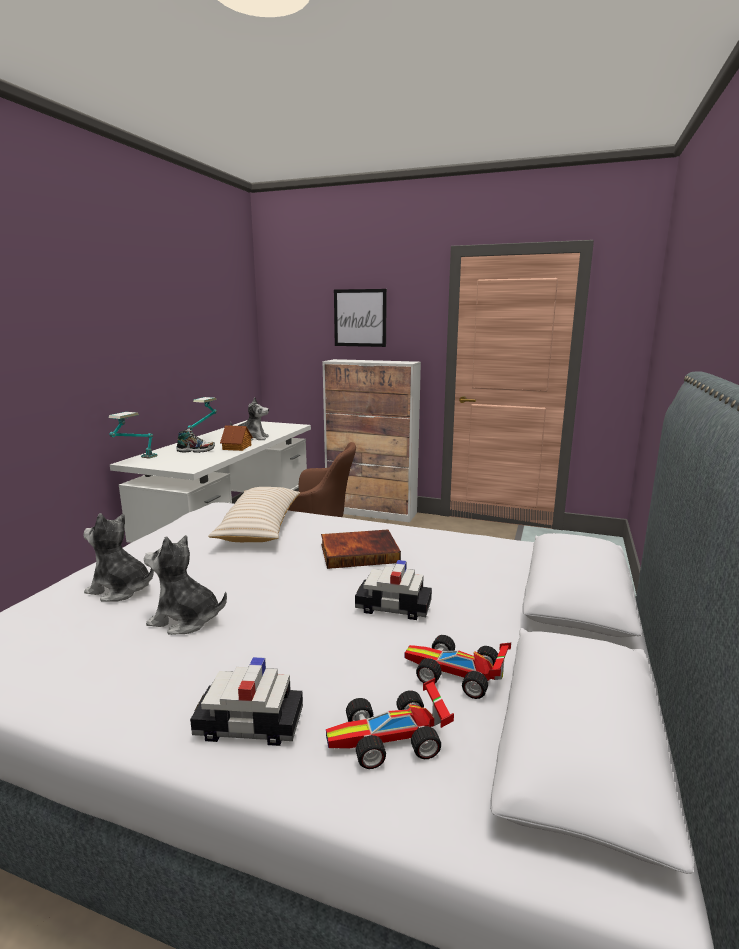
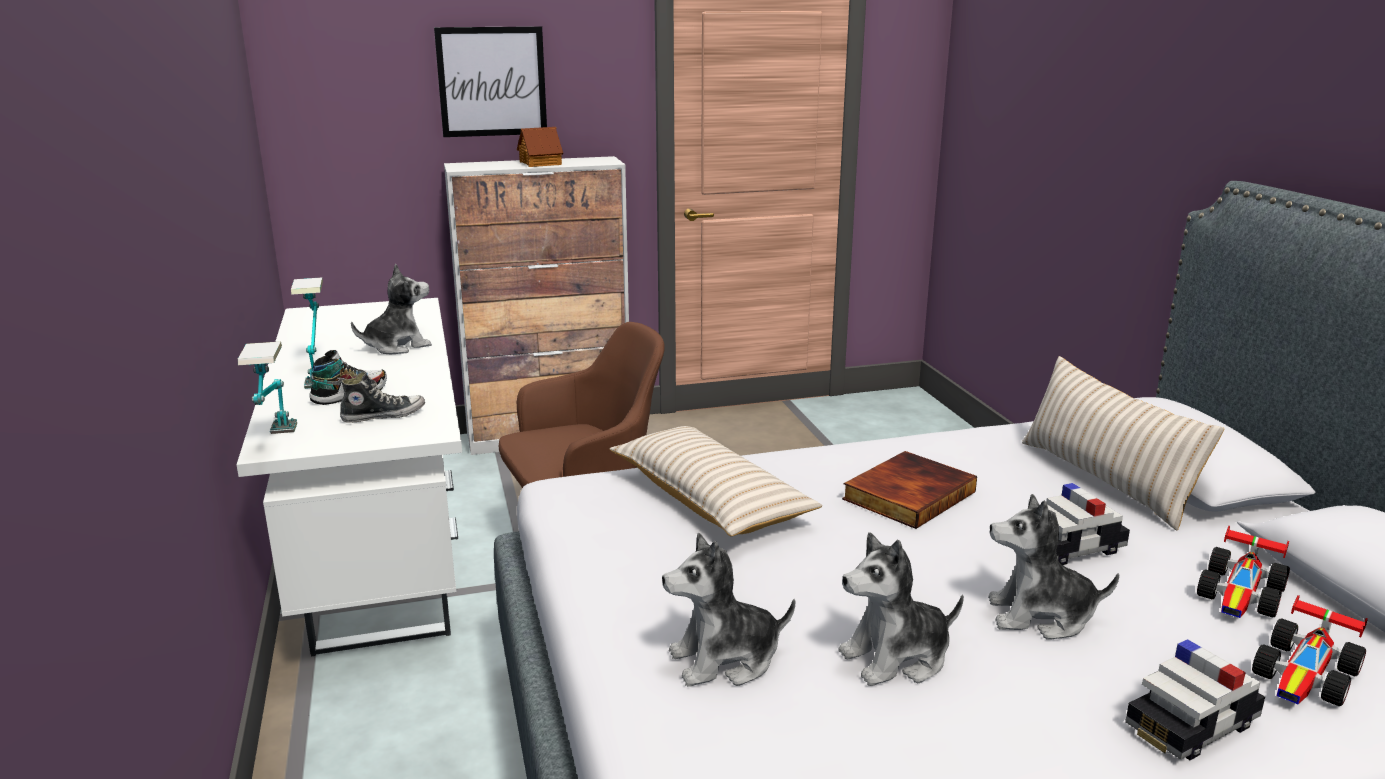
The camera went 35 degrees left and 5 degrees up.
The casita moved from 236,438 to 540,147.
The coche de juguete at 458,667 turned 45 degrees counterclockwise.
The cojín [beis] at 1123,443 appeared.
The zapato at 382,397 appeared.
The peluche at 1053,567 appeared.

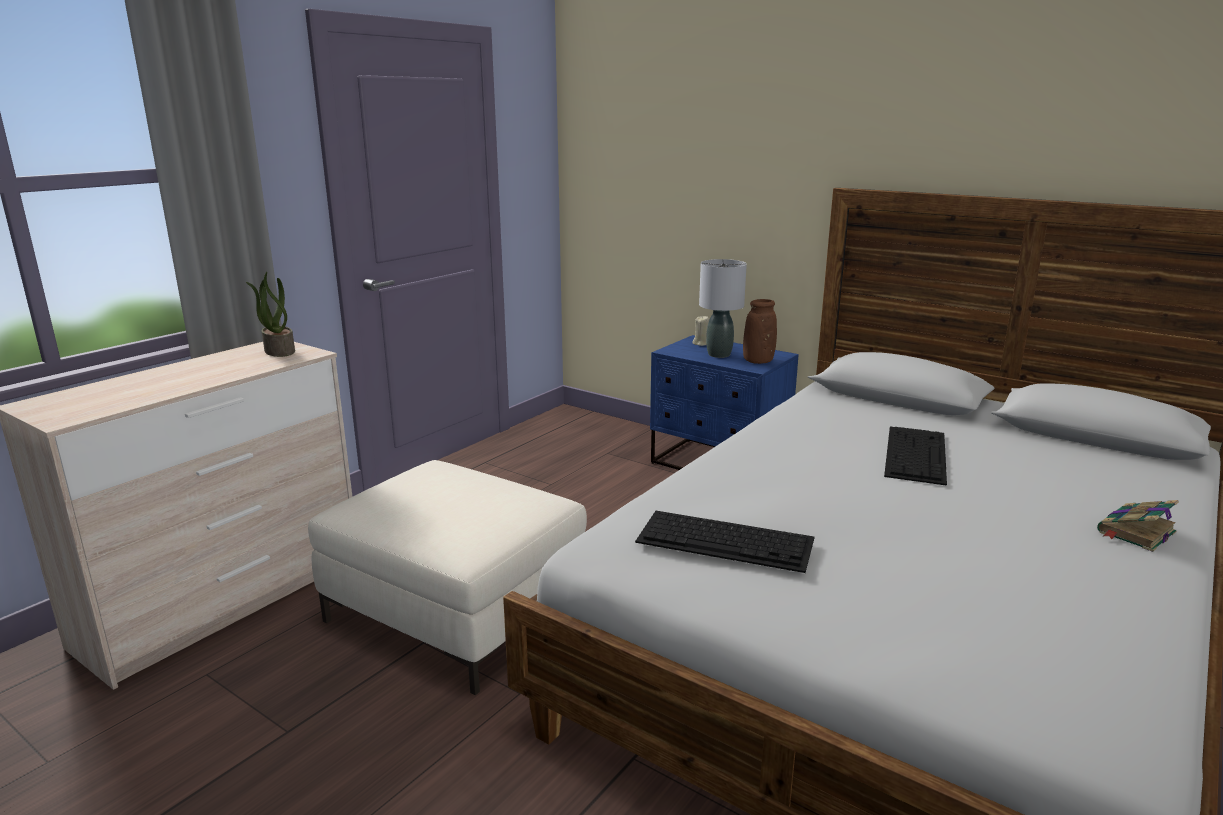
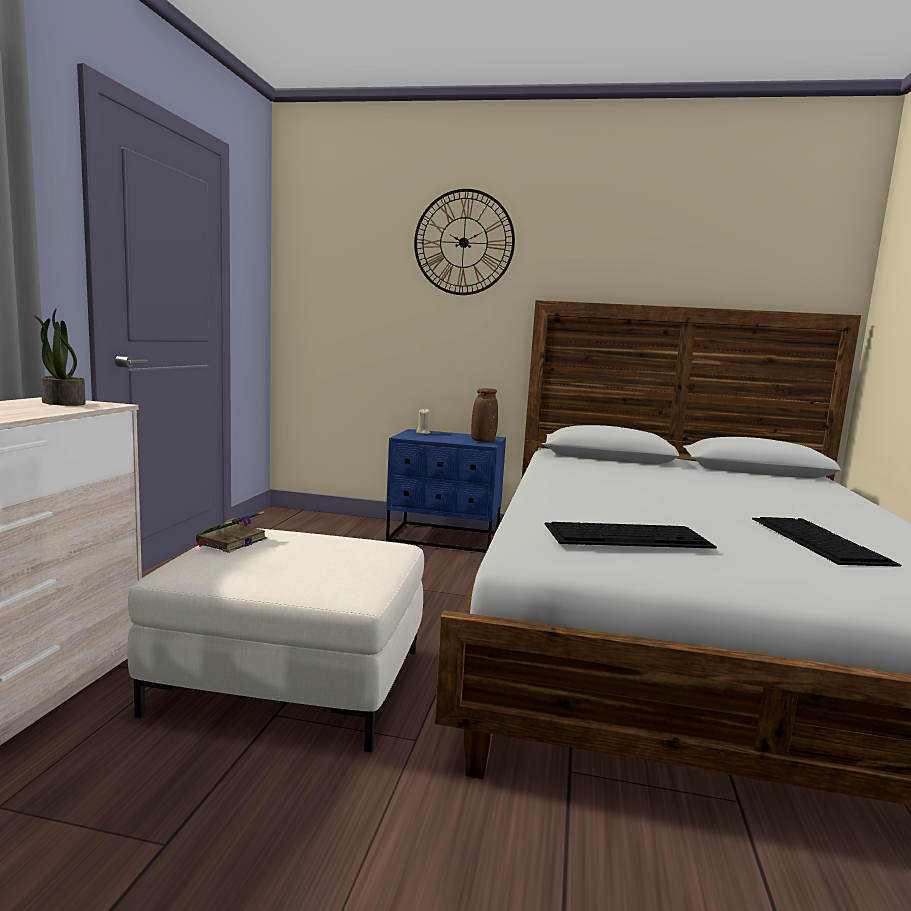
The camera went 25 degrees left and 10 degrees down.
The lámpara de mesa [gris] at 723,308 disappeared.
The teclado moved from 915,456 to 826,542.
The libro moved from 1138,526 to 230,532.
The reloj de pared at 464,242 appeared.

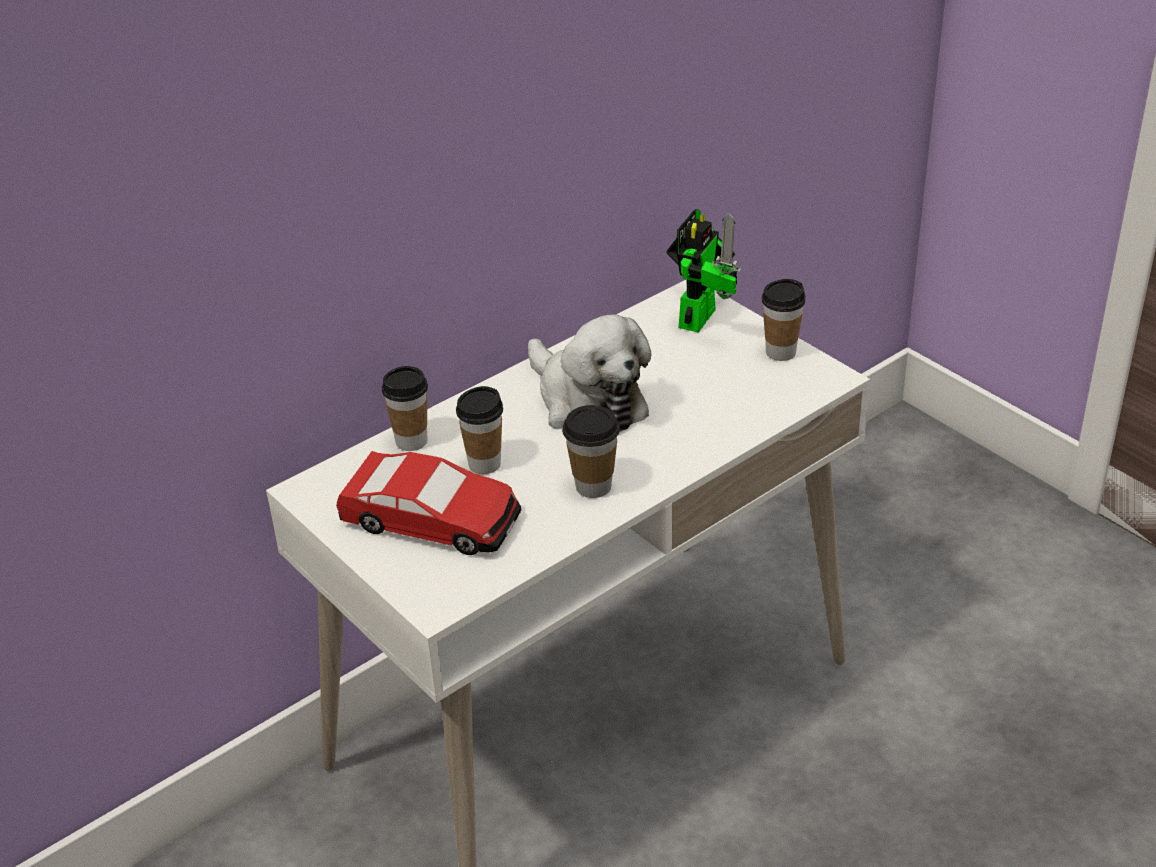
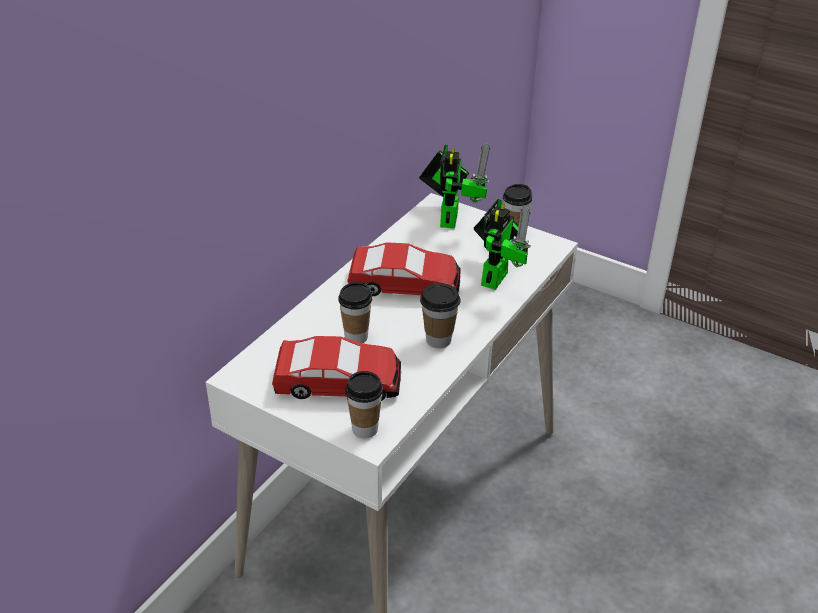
The camera went 20 degrees left and 0 degrees up.
The peluche at 589,373 was replaced by the coche de juguete at 404,269.
The taza moved from 405,408 to 364,404.
The robot de juguete at 502,244 appeared.

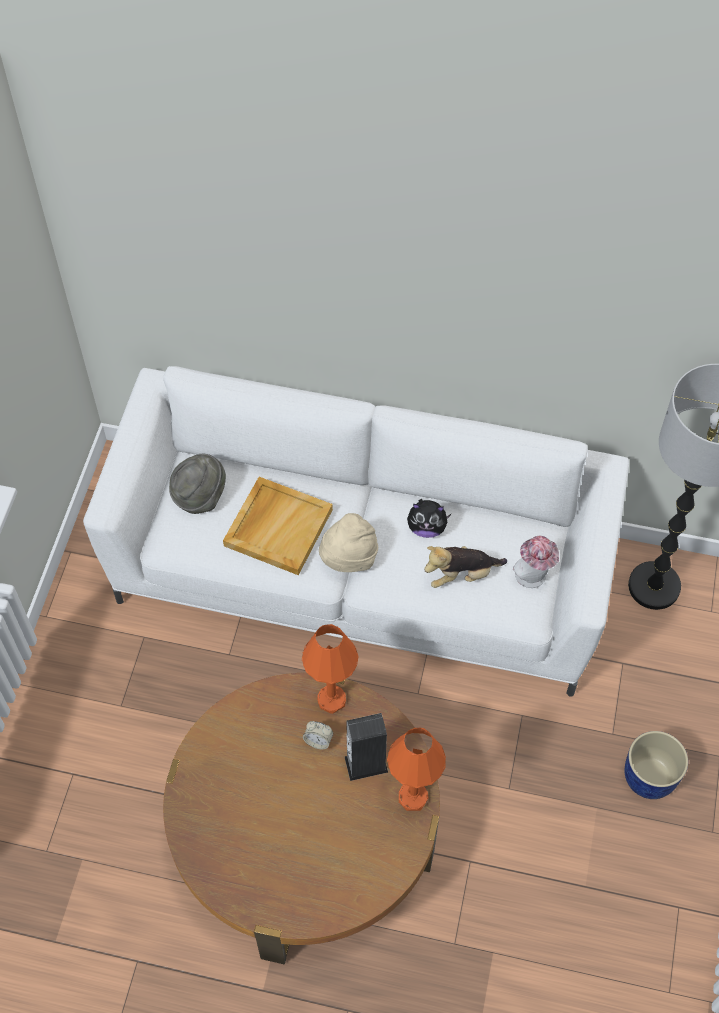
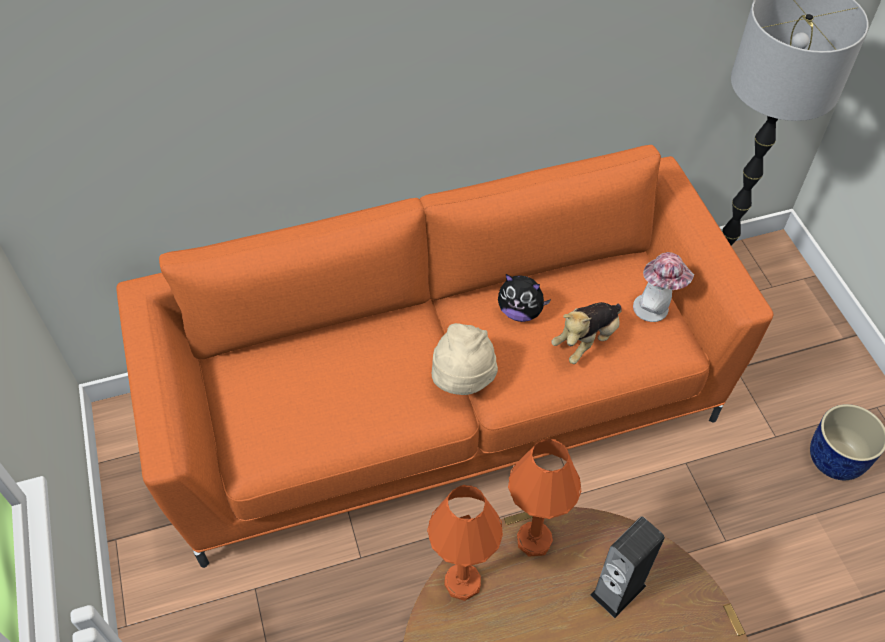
The camera went 30 degrees left and 5 degrees down.
The sofá [blanco] at 356,531 became the sofá [naranja] at 445,356.
The sombrero [gris] at 197,484 disappeared.
The bandeja [beis] at 278,526 disappeared.
The peluche at 429,518 turned 45 degrees clockwise.
The despertador at 318,735 disappeared.
The lámpara de mesa [naranja] moved from 416,769 to 465,543.

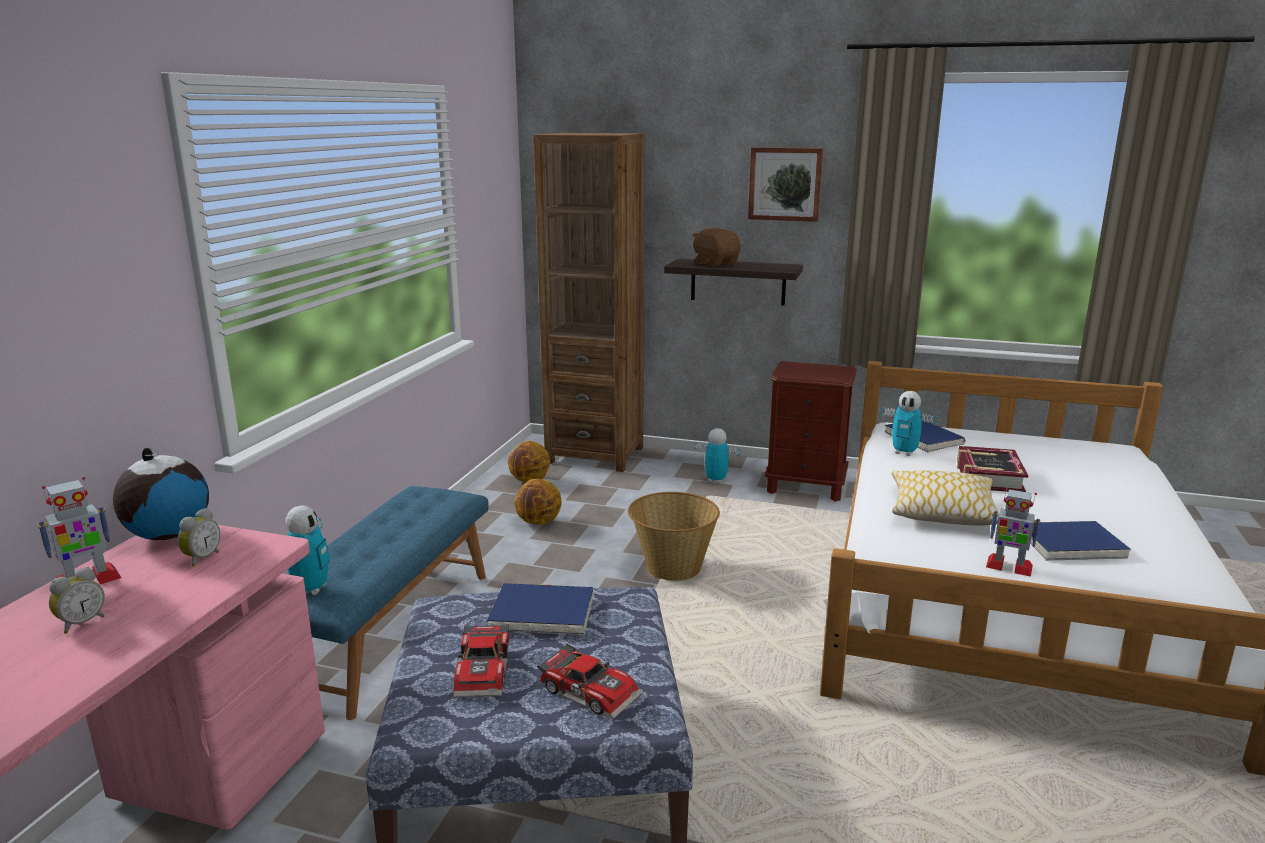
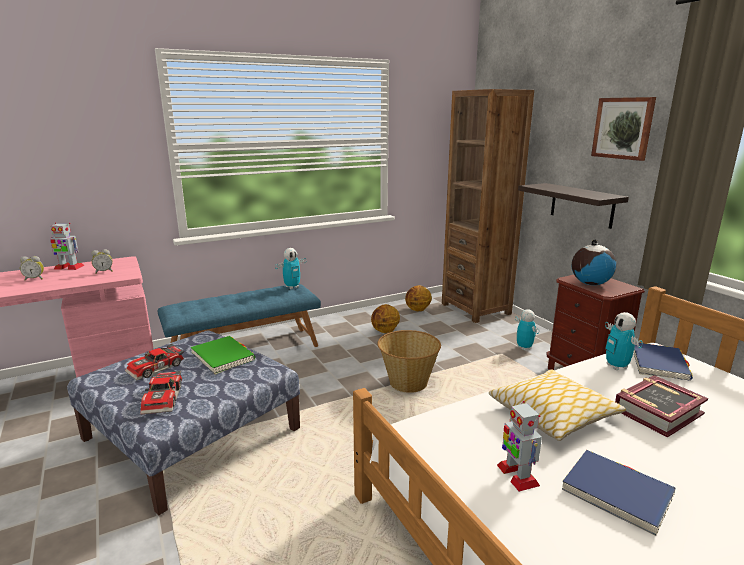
The camera went 45 degrees right and 0 degrees up.
The peluche [marrón] at 716,247 disappeared.
The globo terráqueo moved from 161,494 to 594,262.
The robot de juguete moved from 307,550 to 290,268.
The libro [azul] at 540,609 became the libro [verde] at 223,355.

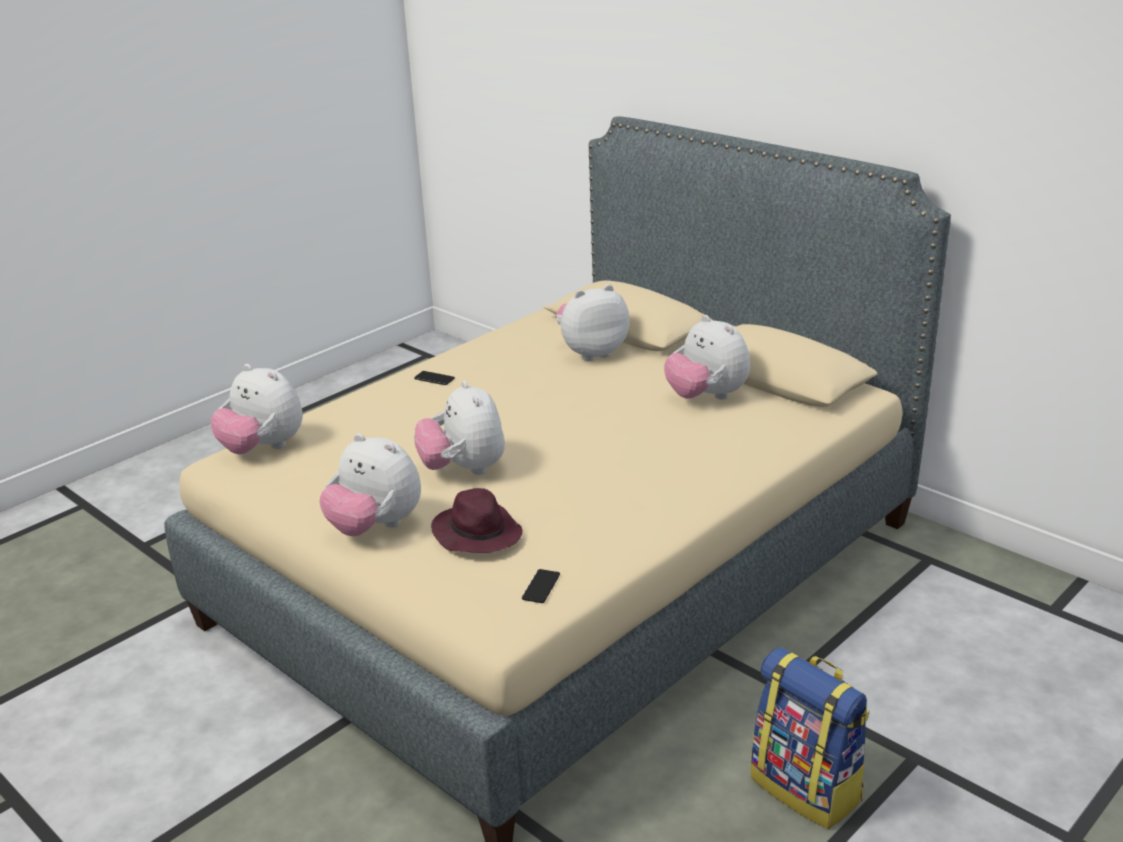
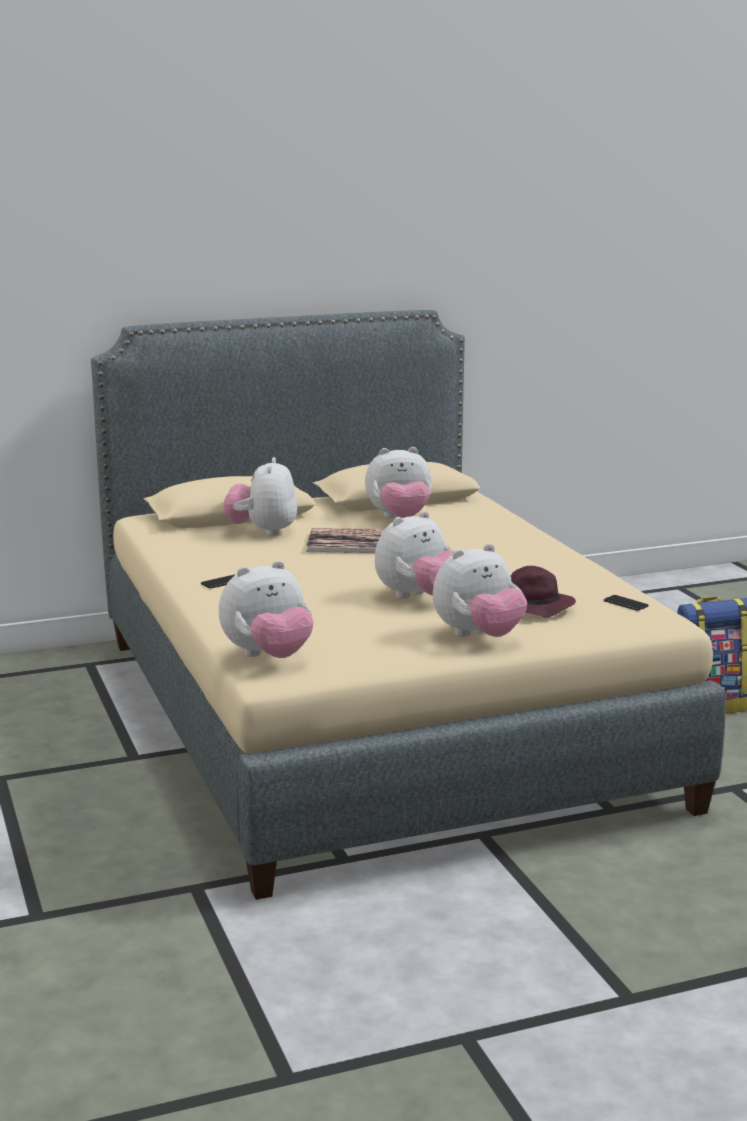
The camera went 65 degrees left and 10 degrees down.
The peluche at 460,427 turned 45 degrees counterclockwise.
The libro at 345,540 appeared.

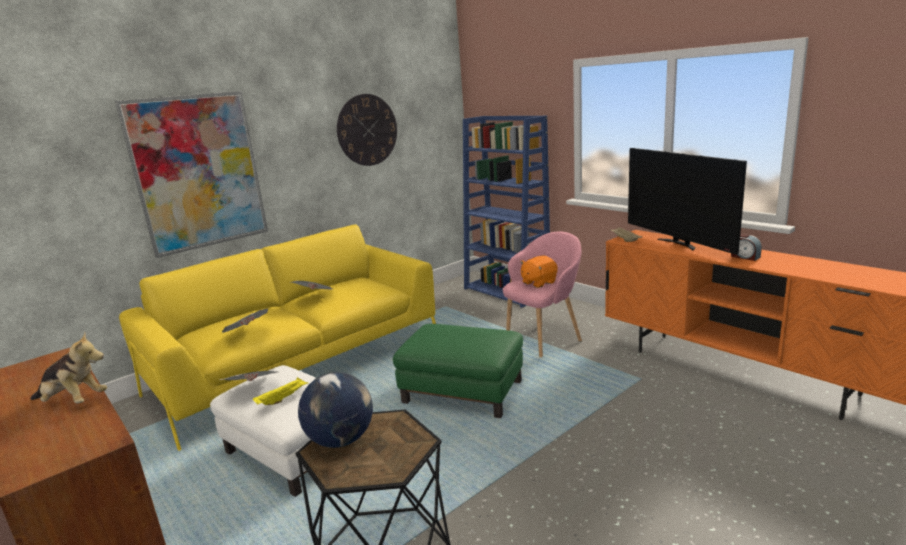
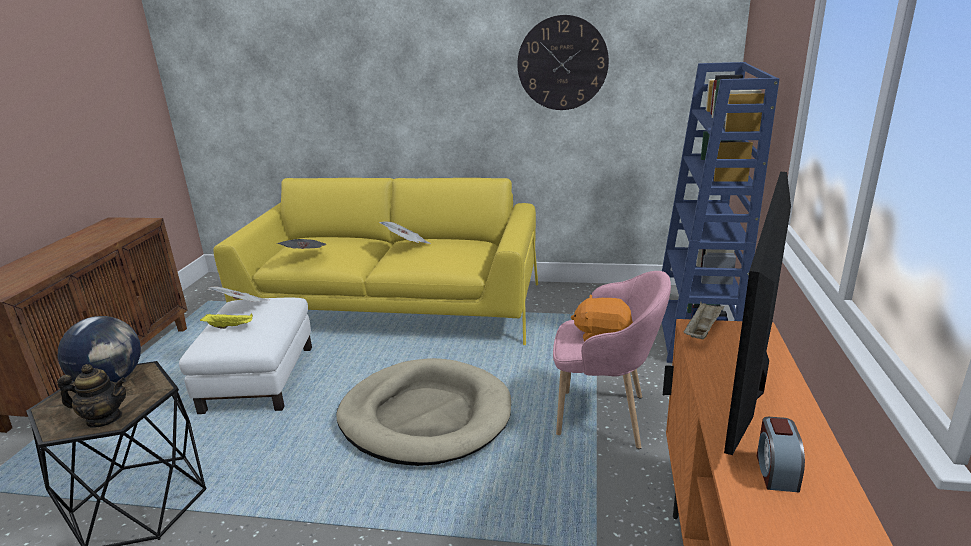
The camera went 50 degrees right and 5 degrees up.
The cuadro at 191,174 disappeared.
The puf [verde] at 458,371 was replaced by the cama para perro [beis] at 423,412.
The peluche at 69,367 disappeared.
The tetera at 92,396 appeared.

